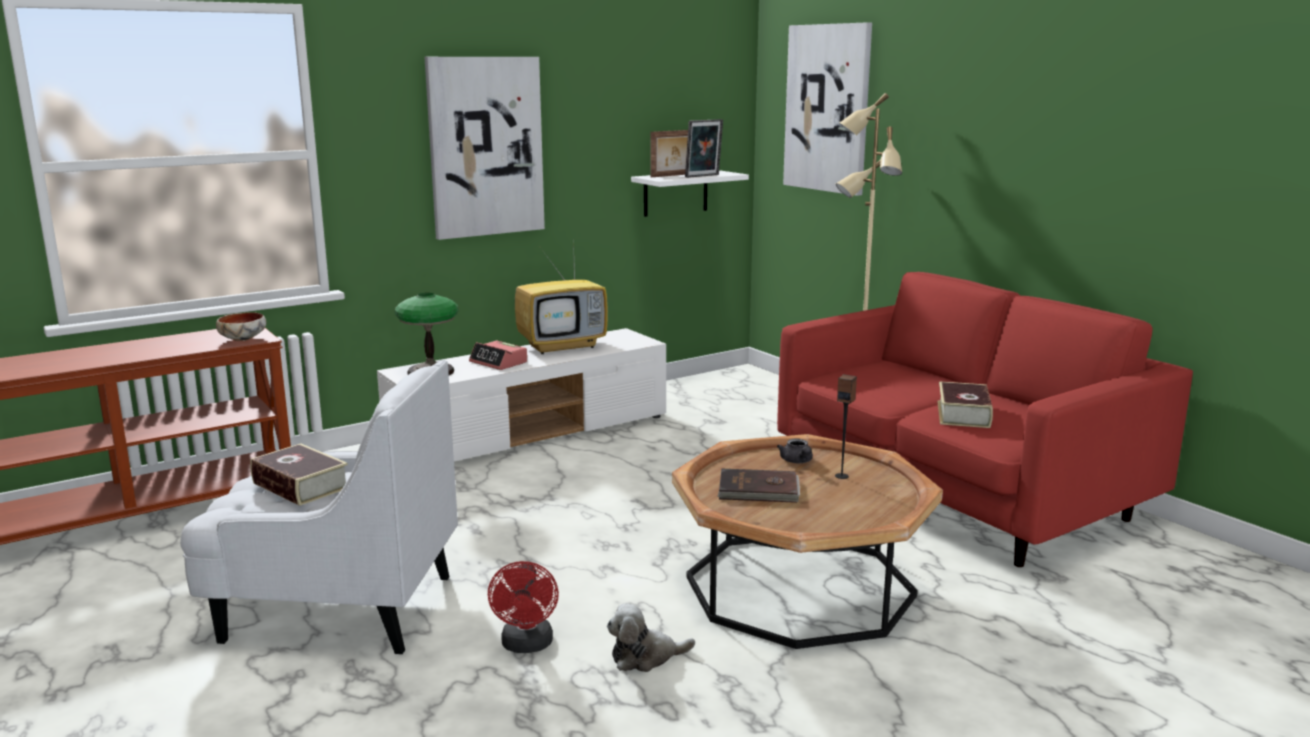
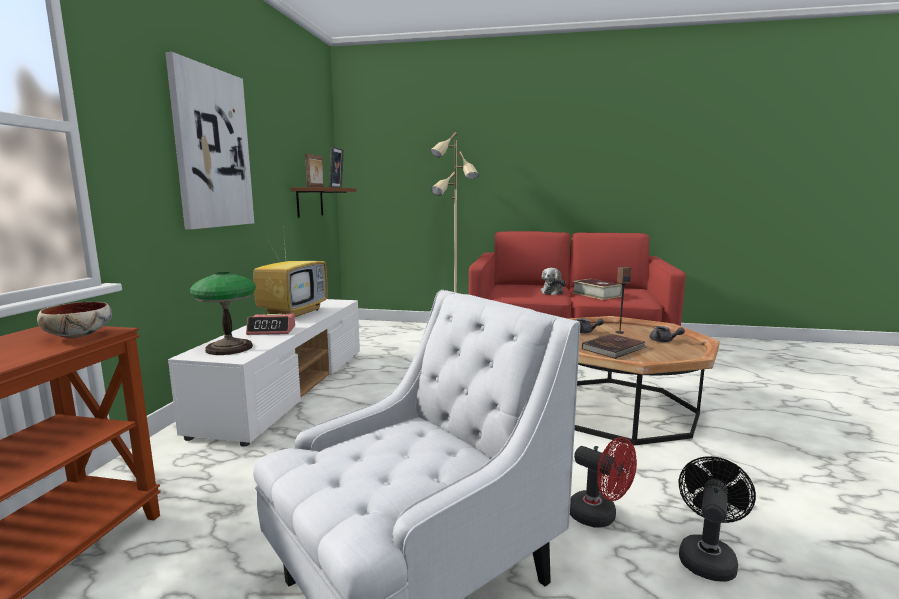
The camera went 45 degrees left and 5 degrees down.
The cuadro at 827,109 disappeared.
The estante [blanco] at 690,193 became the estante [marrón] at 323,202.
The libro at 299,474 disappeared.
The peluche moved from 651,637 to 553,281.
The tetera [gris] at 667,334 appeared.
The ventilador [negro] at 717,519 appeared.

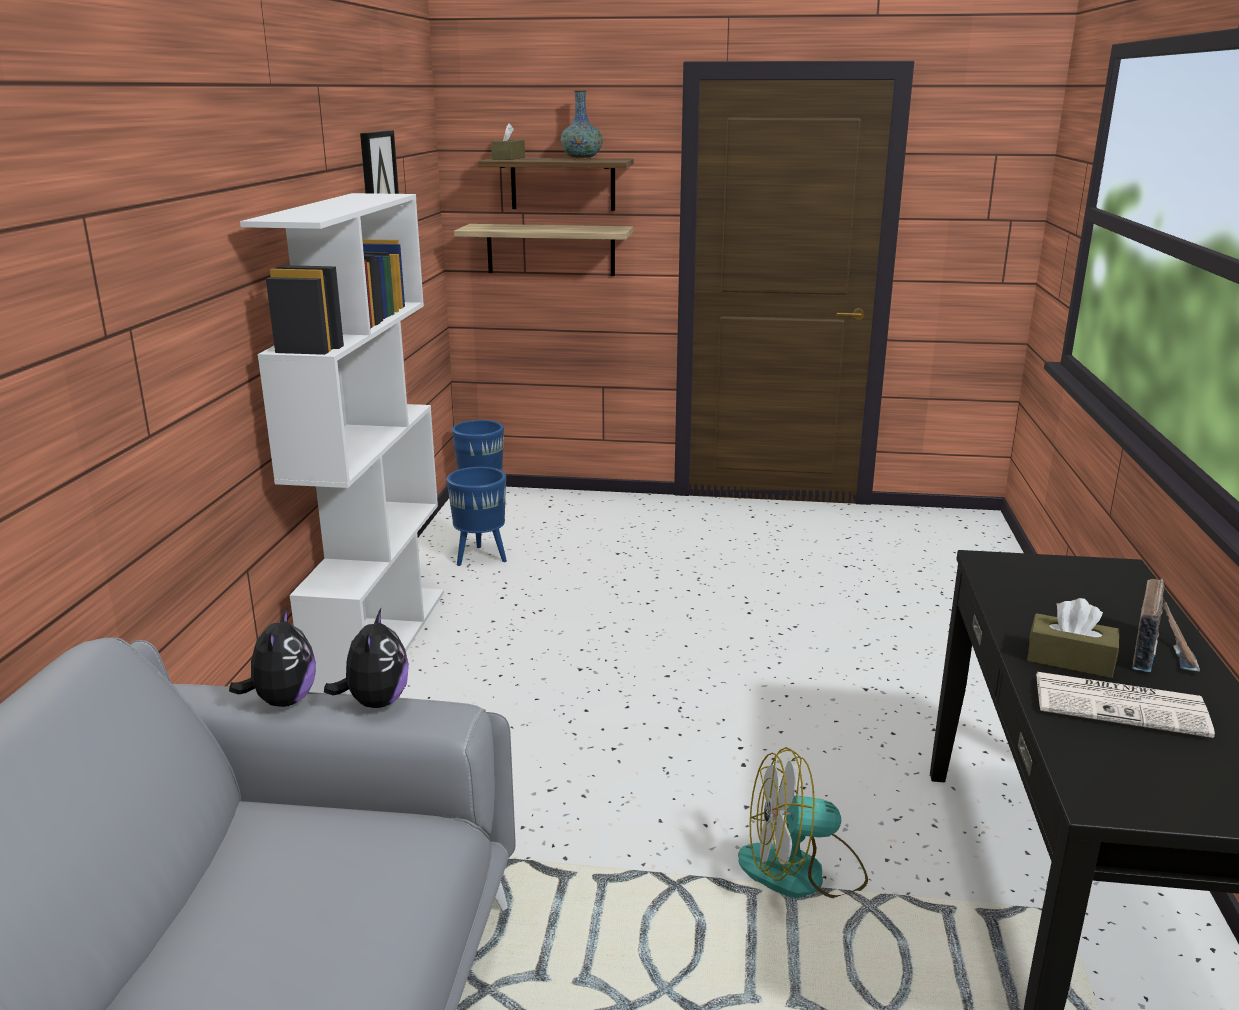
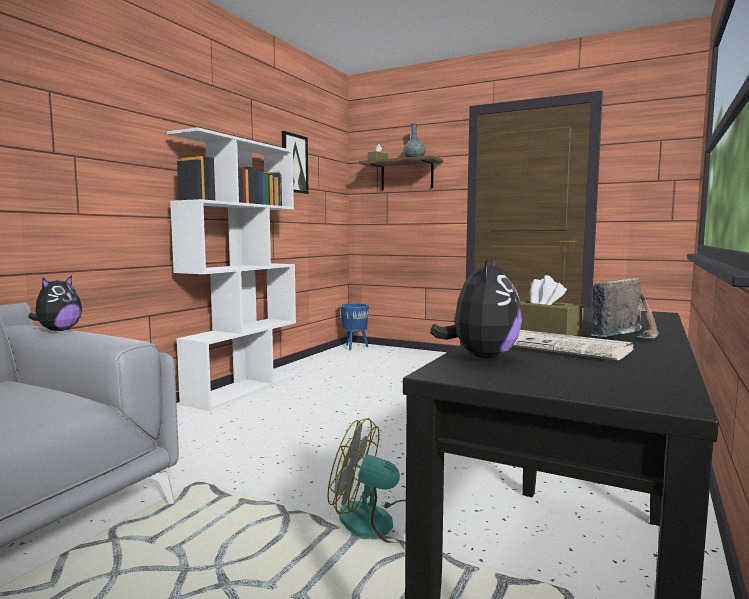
The camera went 20 degrees right and 15 degrees down.
The estante at 543,250 disappeared.
The maceta [azul] at 477,516 disappeared.
The peluche moved from 366,658 to 476,307.

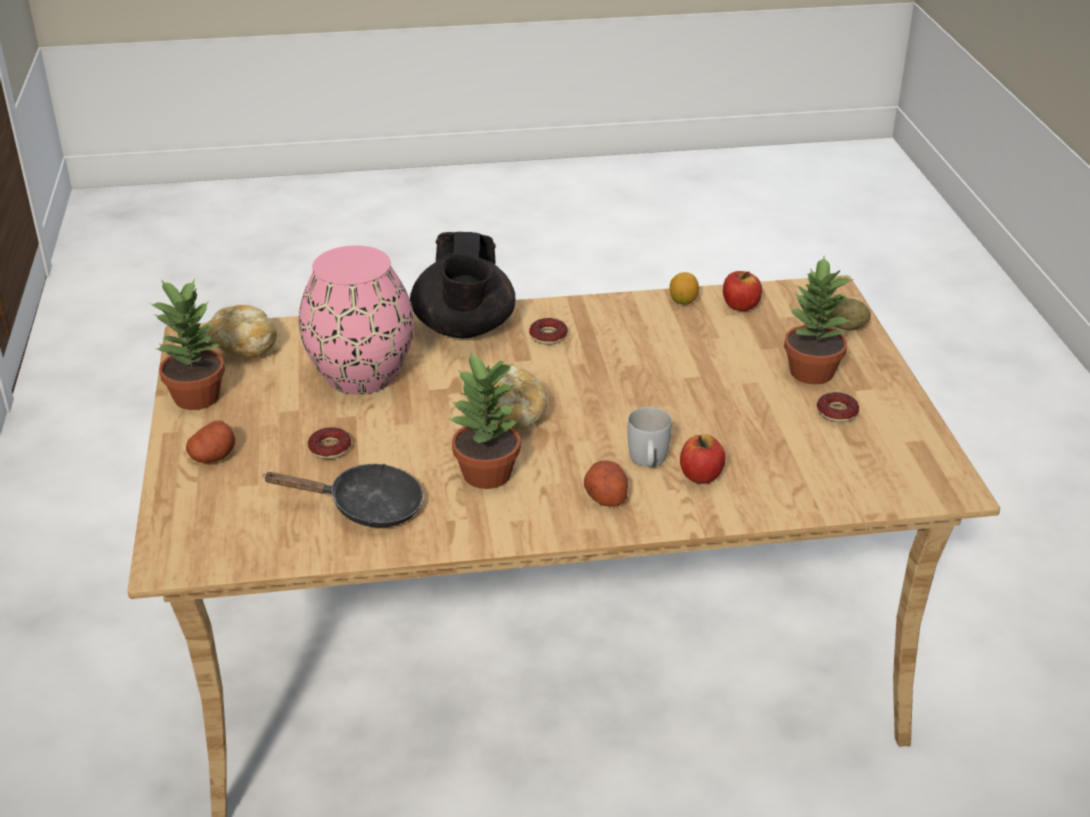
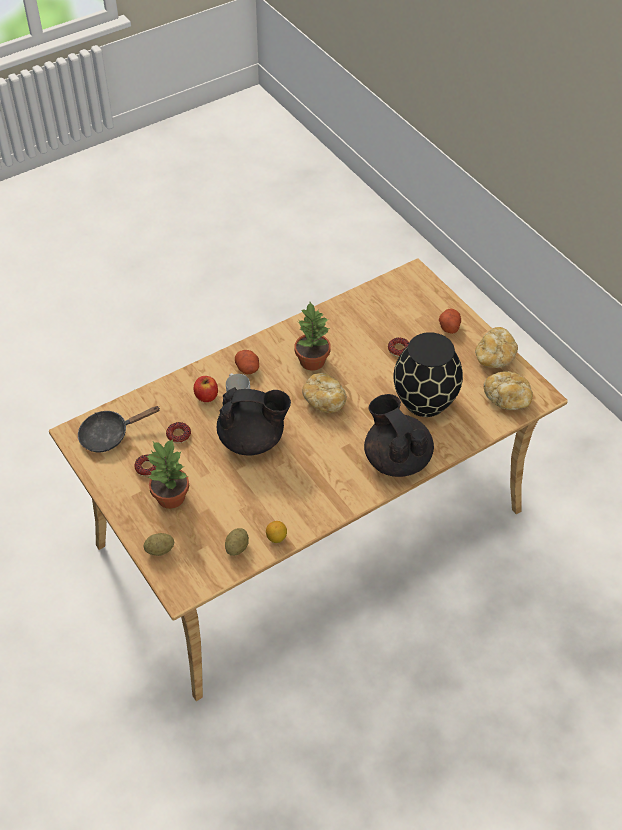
The camera went 155 degrees right and 15 degrees up.
The florero [rosa] at 356,320 became the florero [negro] at 428,374.
The manzana at 742,291 was replaced by the patata at 237,542.
The planta en maceta at 187,344 was replaced by the pan at 496,347.
The rosquilla moved from 548,331 to 178,433.
The sartén [negro] moved from 342,495 to 119,429.
The tetera [negro] at 254,421 appeared.

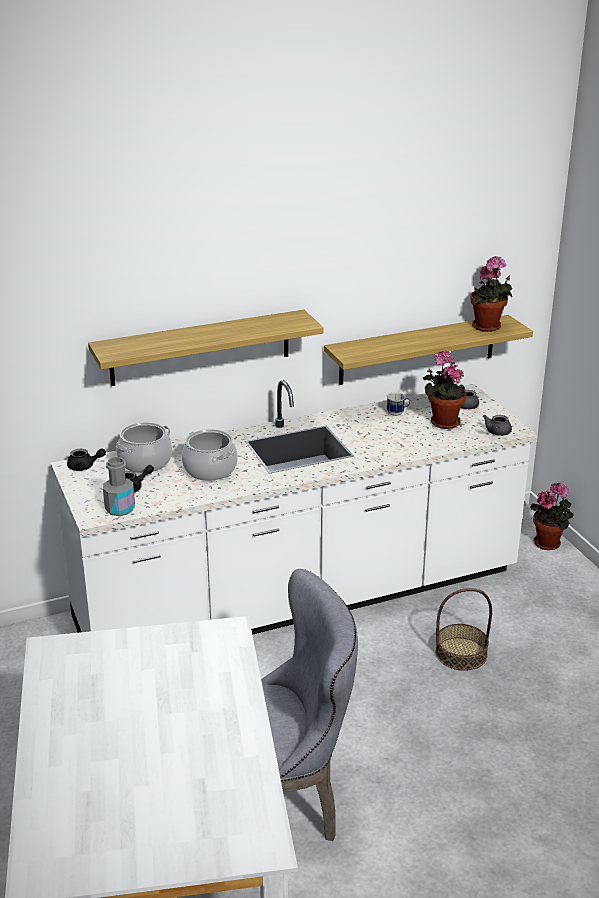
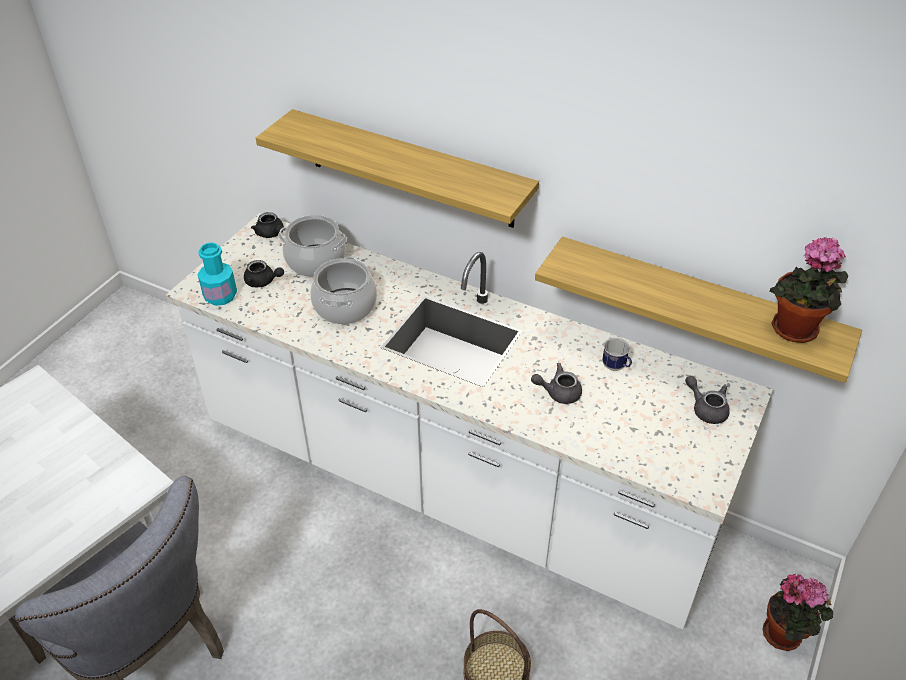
The camera went 50 degrees right and 15 degrees up.
The planta en maceta at 444,390 disappeared.
The tetera [gris] moved from 497,425 to 556,383.
The botella [gris] at 119,486 became the botella [turquesa] at 217,274.

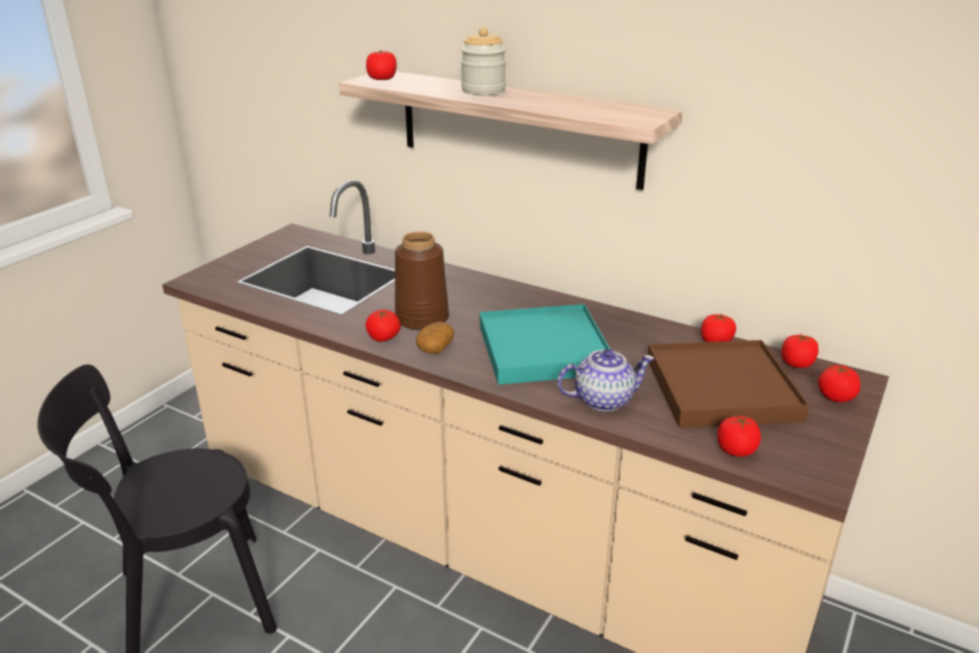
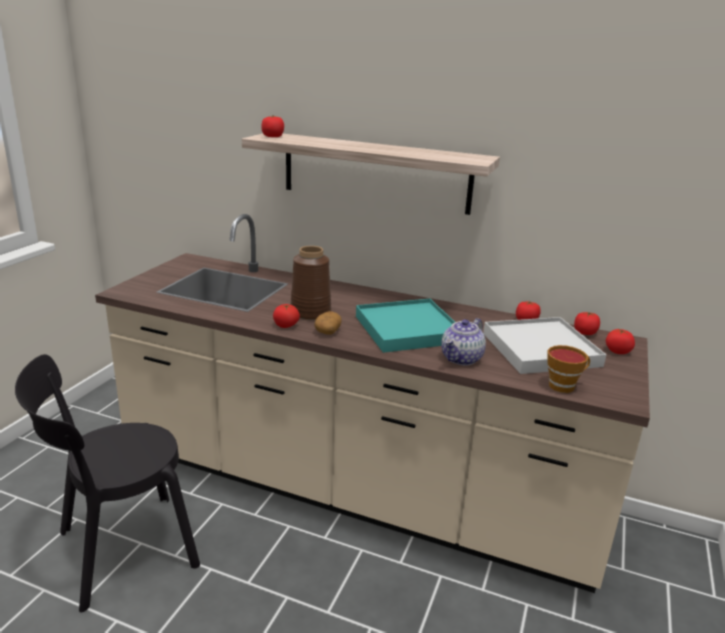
The camera went 10 degrees left and 5 degrees down.
The tarro at 483,61 disappeared.
The bandeja [marrón] at 728,384 became the bandeja [blanco] at 544,345.
The tetera at 605,380 turned 150 degrees clockwise.
The tomate at 739,436 was replaced by the taza at 568,369.

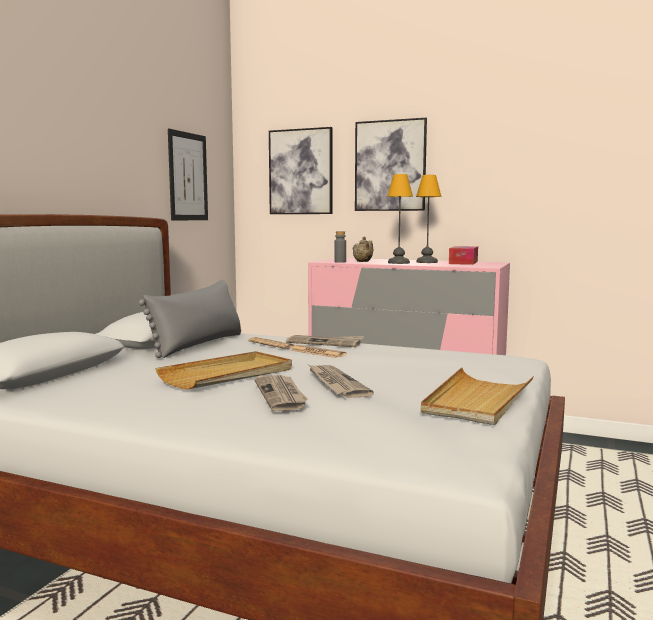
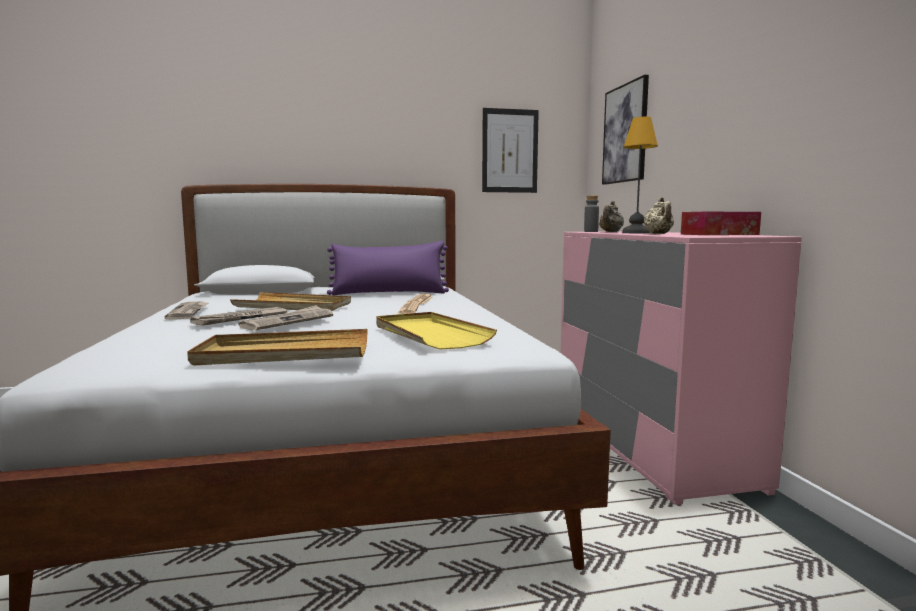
The camera went 55 degrees right and 0 degrees up.
The cuadro at 391,164 disappeared.
The lámpara de mesa at 428,219 disappeared.
The cojín [gris] at 190,318 became the cojín [morado] at 388,268.
The periódico moved from 325,341 to 186,310.
The tetera [beis] at 659,215 appeared.
The bandeja [amarillo] at 436,330 appeared.

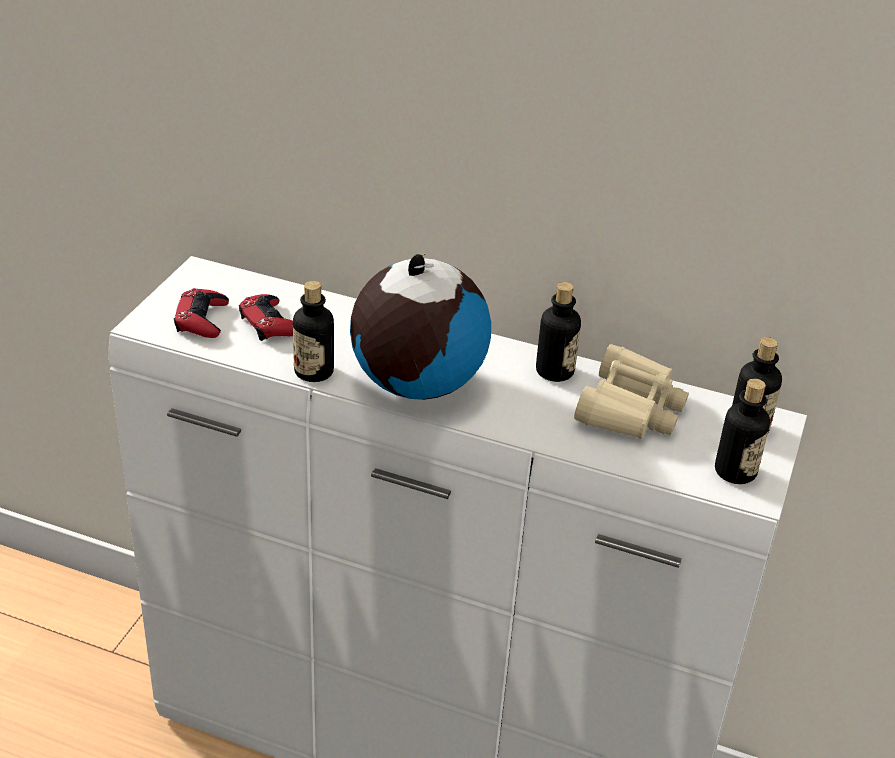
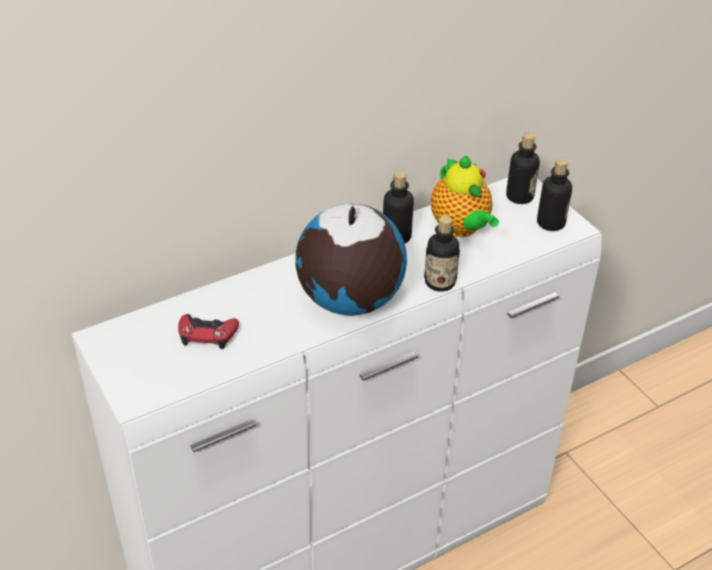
The camera went 50 degrees left and 5 degrees up.
The botella moved from 313,331 to 442,254.
The mando de consola [rojo] at 201,313 disappeared.
The prismáticos [beis] at 631,391 was replaced by the tetera at 465,196.

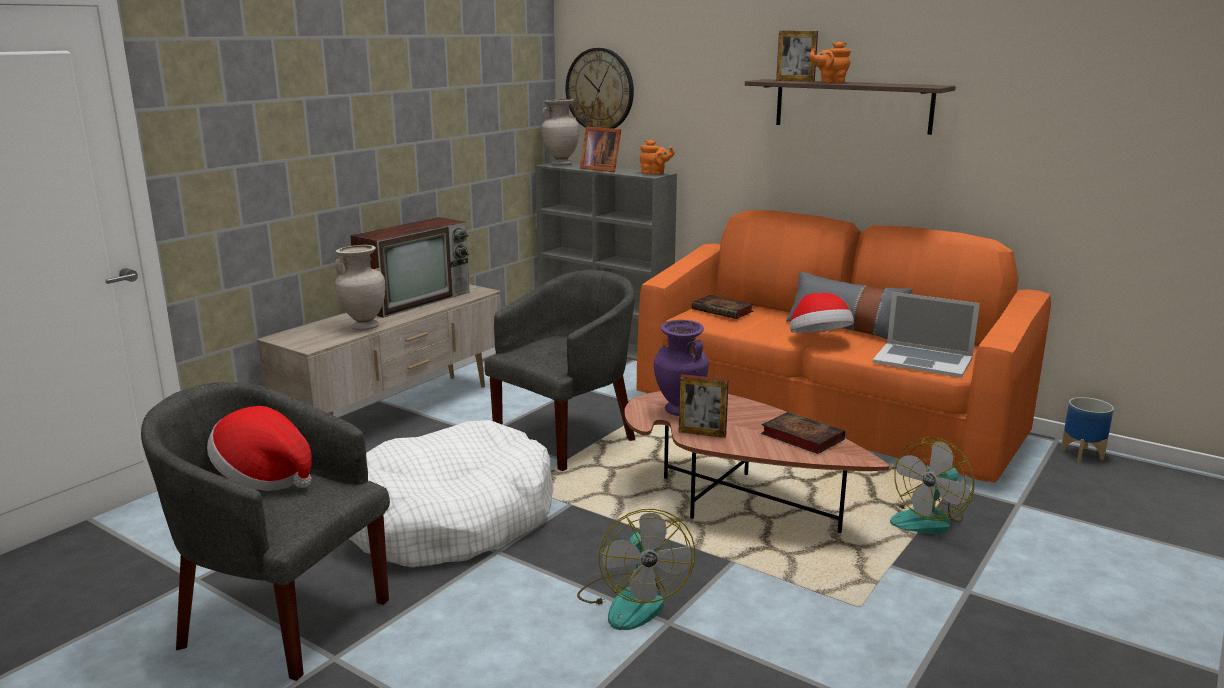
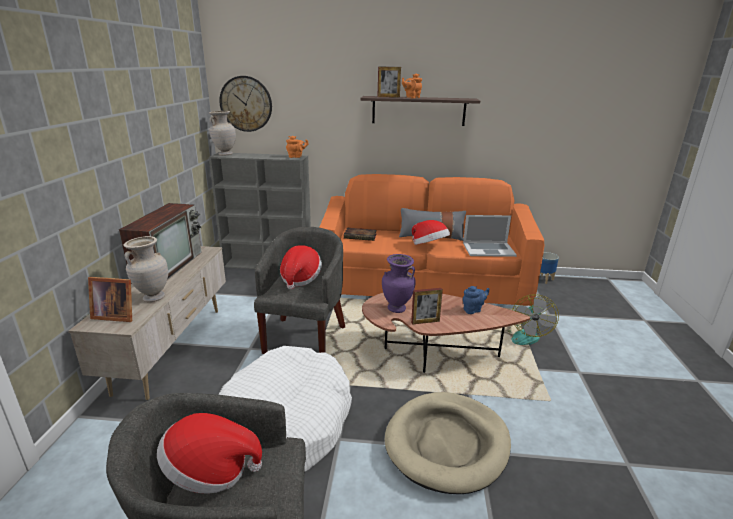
The camera went 30 degrees left and 5 degrees up.
The portarretratos moved from 600,149 to 110,299.
The libro at 803,433 was replaced by the tetera [azul] at 476,300.
The ventilador at 636,569 was replaced by the cama para perro [beis] at 448,443.
The sombrero at 301,267 appeared.

